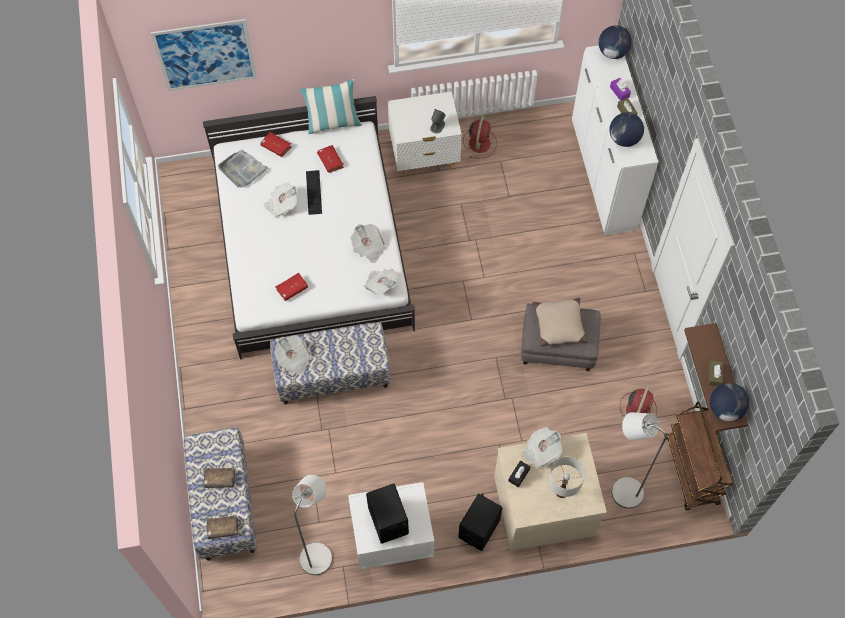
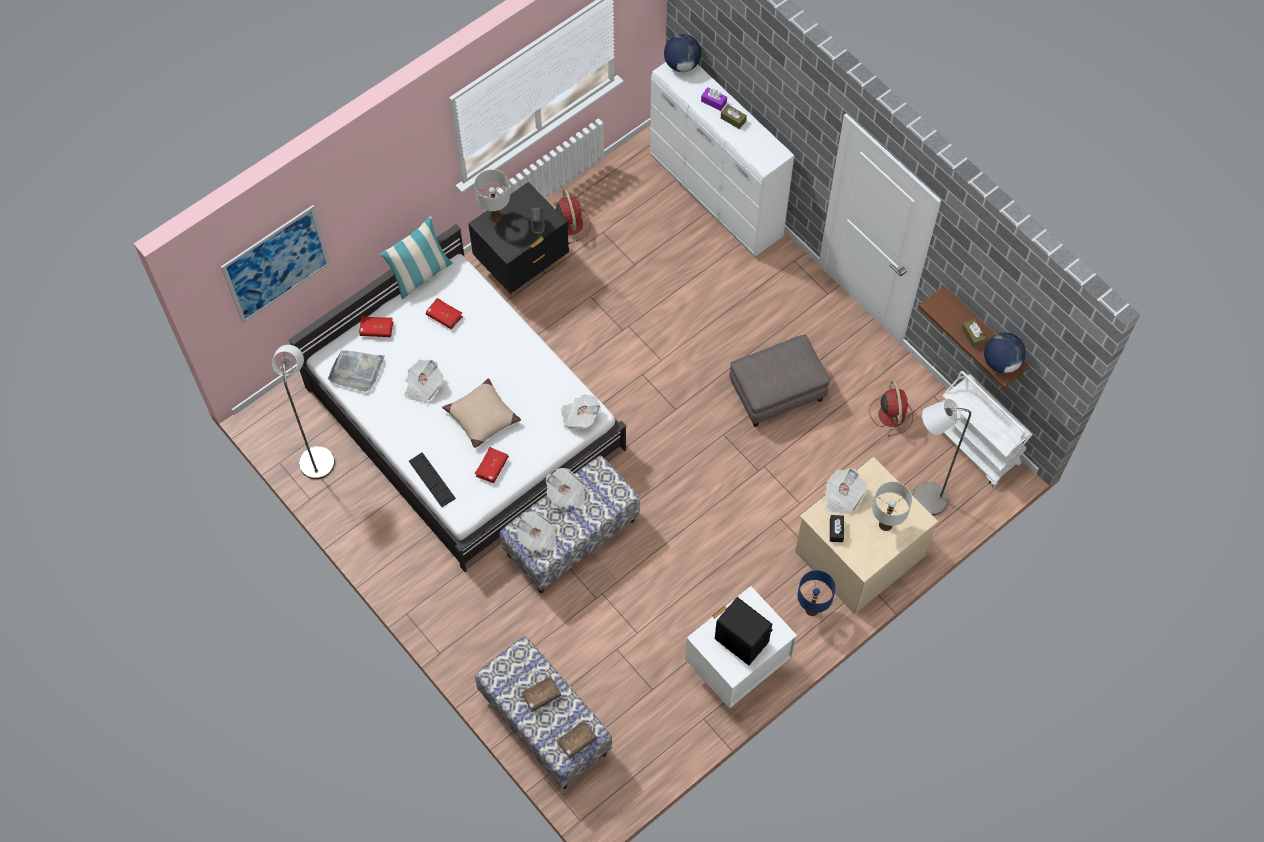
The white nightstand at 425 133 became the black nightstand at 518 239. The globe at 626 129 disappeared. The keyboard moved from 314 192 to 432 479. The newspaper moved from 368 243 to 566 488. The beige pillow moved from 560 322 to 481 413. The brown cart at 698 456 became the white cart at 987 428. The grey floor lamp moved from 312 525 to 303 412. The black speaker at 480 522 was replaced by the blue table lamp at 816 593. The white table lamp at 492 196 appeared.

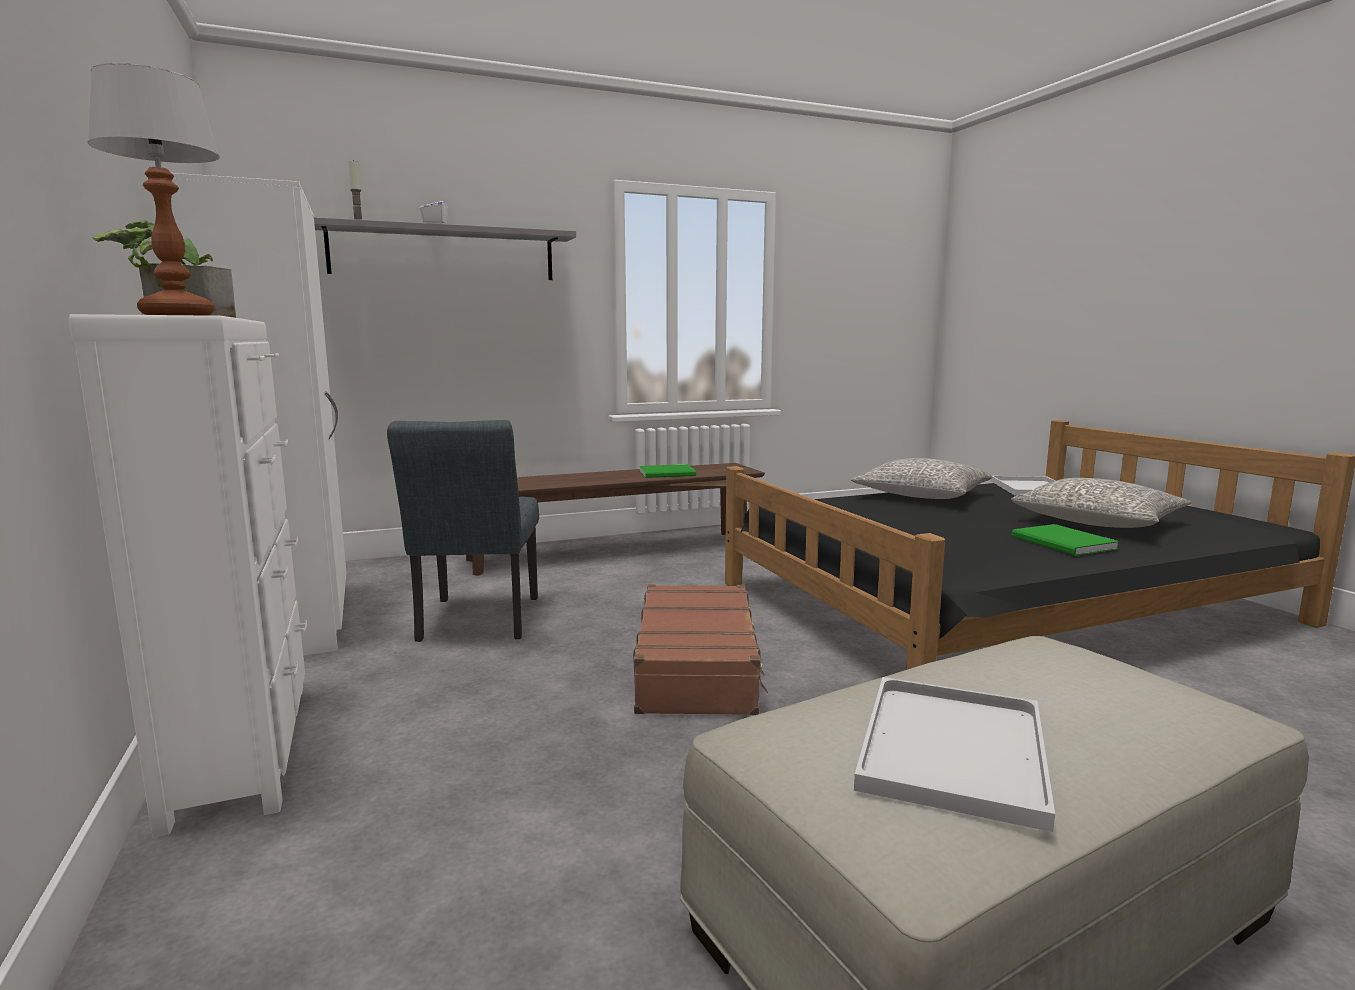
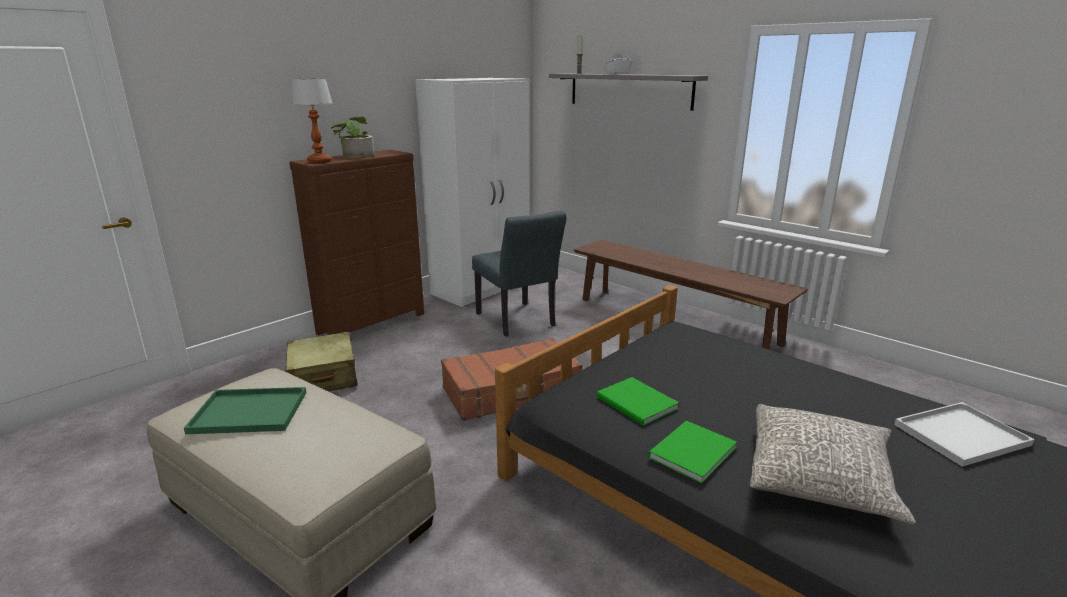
The white dresser at 188 576 became the brown dresser at 357 242. The grey chair at 463 531 turned 90 degrees counterclockwise. The grey pillow at 921 478 disappeared. The green book moved from 667 471 to 637 401. The white tray at 954 754 became the green tray at 245 410. The beige suitcase at 321 361 appeared.

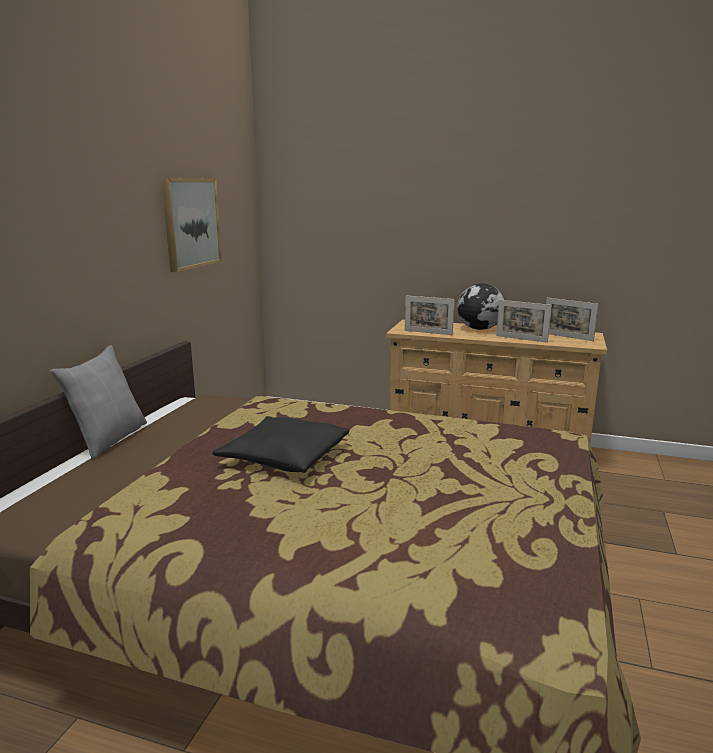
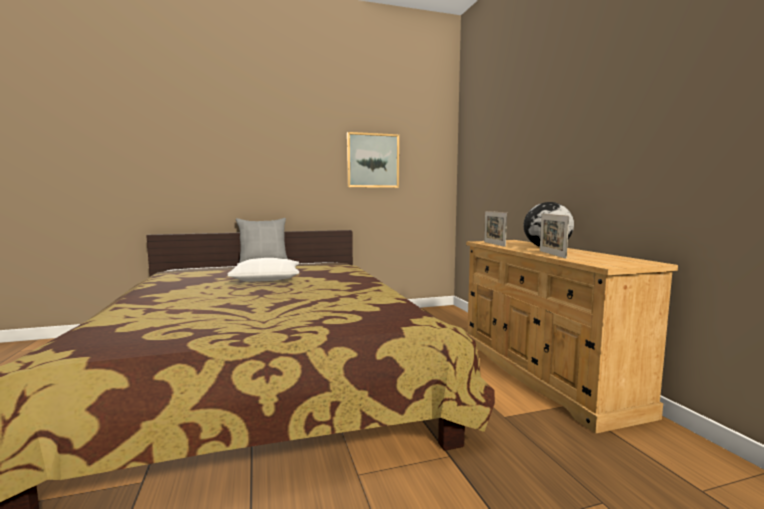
The picture frame at 572 319 disappeared. The black pillow at 281 444 became the white pillow at 263 270.

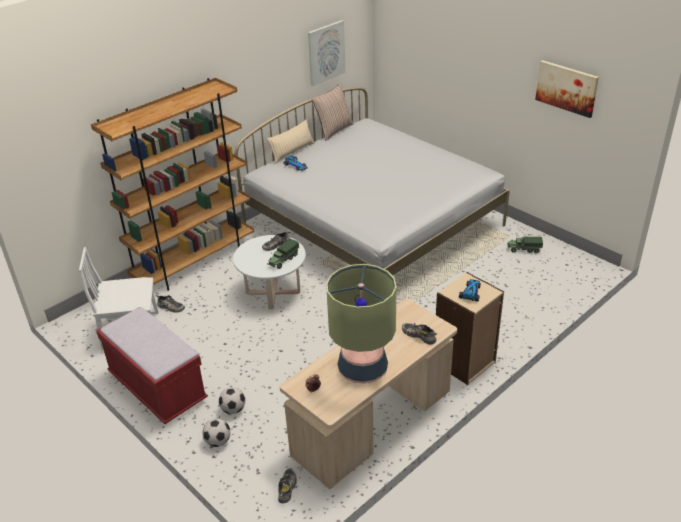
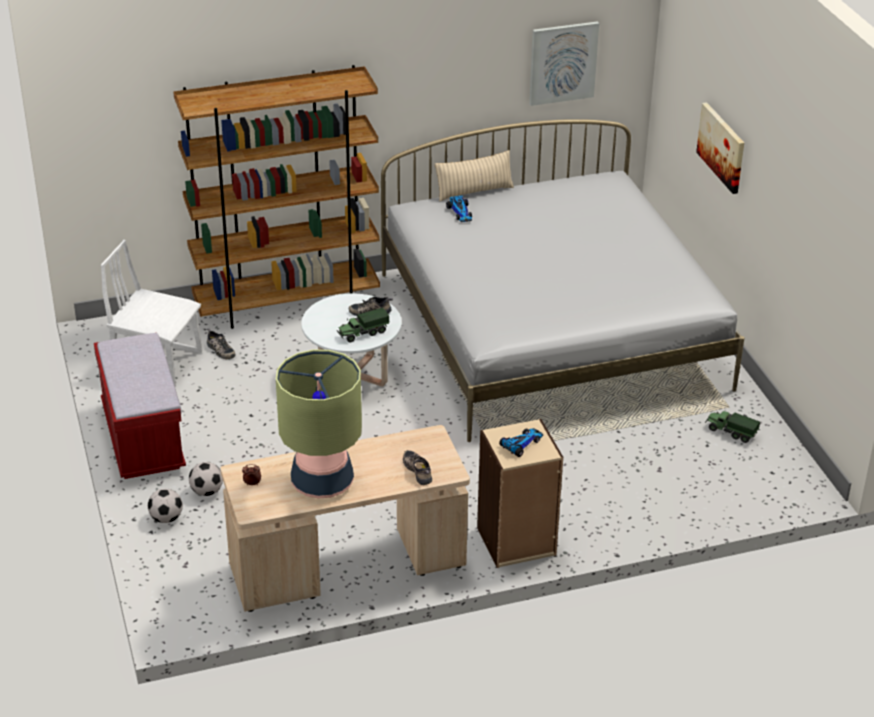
The picture moved from 567 89 to 720 148. The pillow at 332 112 disappeared. The shoe at 287 485 disappeared.

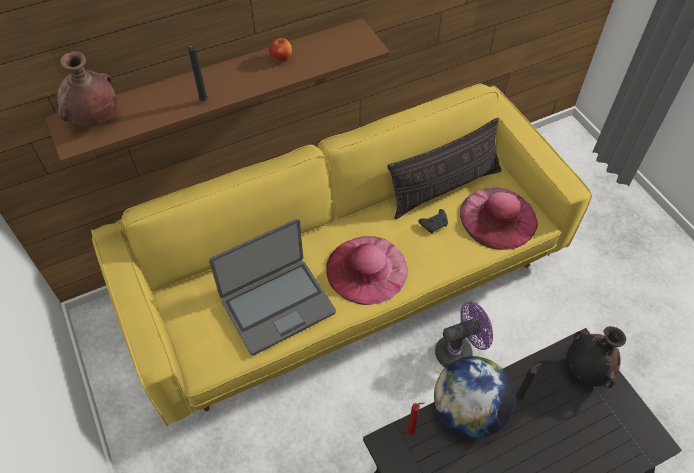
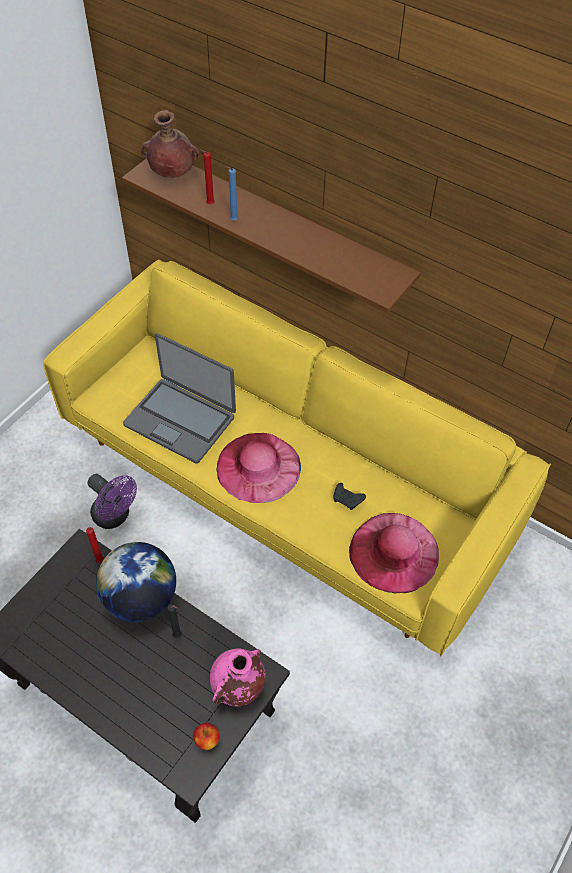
The apple moved from 280 50 to 206 736. The black candle at 198 73 became the blue candle at 231 193. The pillow at 444 168 disappeared. The purple fan moved from 464 334 to 112 501. The black vase at 596 357 became the pink vase at 238 678. The red candle at 207 176 appeared.

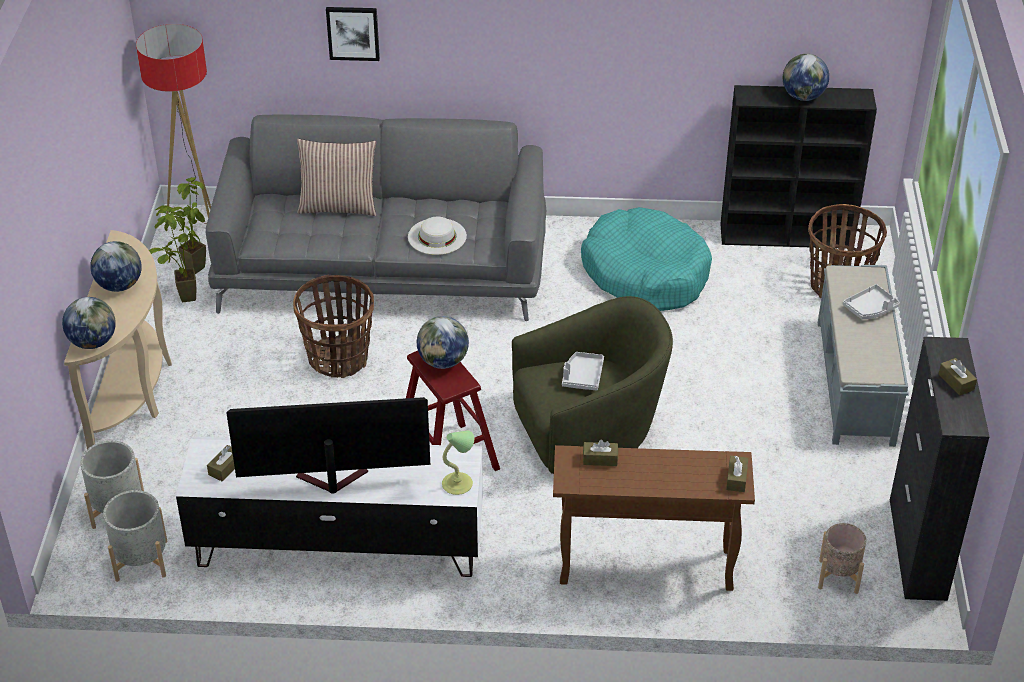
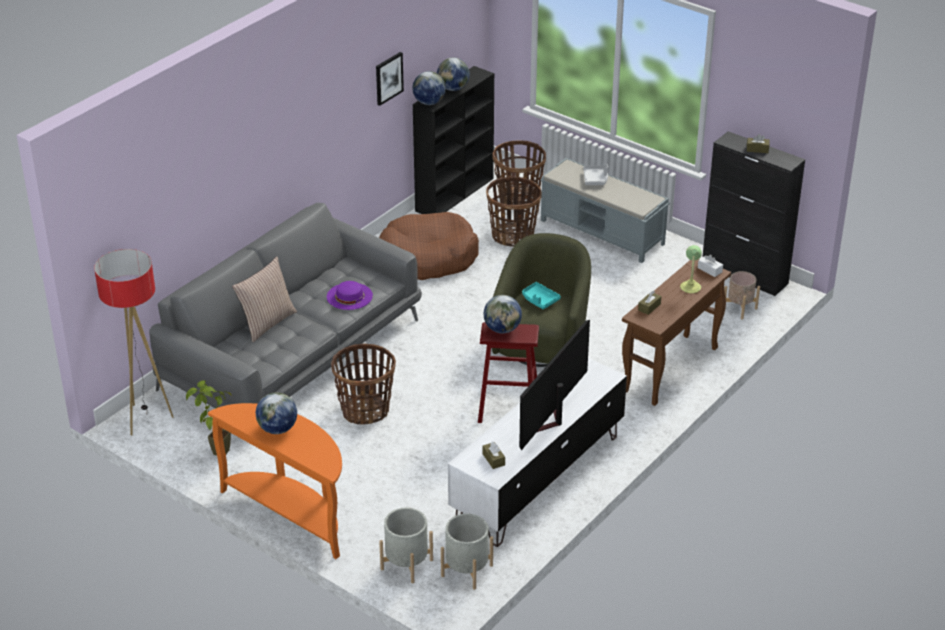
The picture moved from 353 34 to 390 79. The potted plant at 181 225 disappeared. The turquoise dog bed at 646 259 became the brown dog bed at 429 246. The white hat at 437 236 became the purple hat at 350 295. The beige console table at 118 339 became the orange console table at 275 481. The globe moved from 89 323 to 429 88. The grey tray at 583 371 became the turquoise tray at 541 295. The table lamp moved from 458 462 to 691 269. The brown tissue box at 737 474 became the white tissue box at 710 266. The basket at 514 212 appeared.

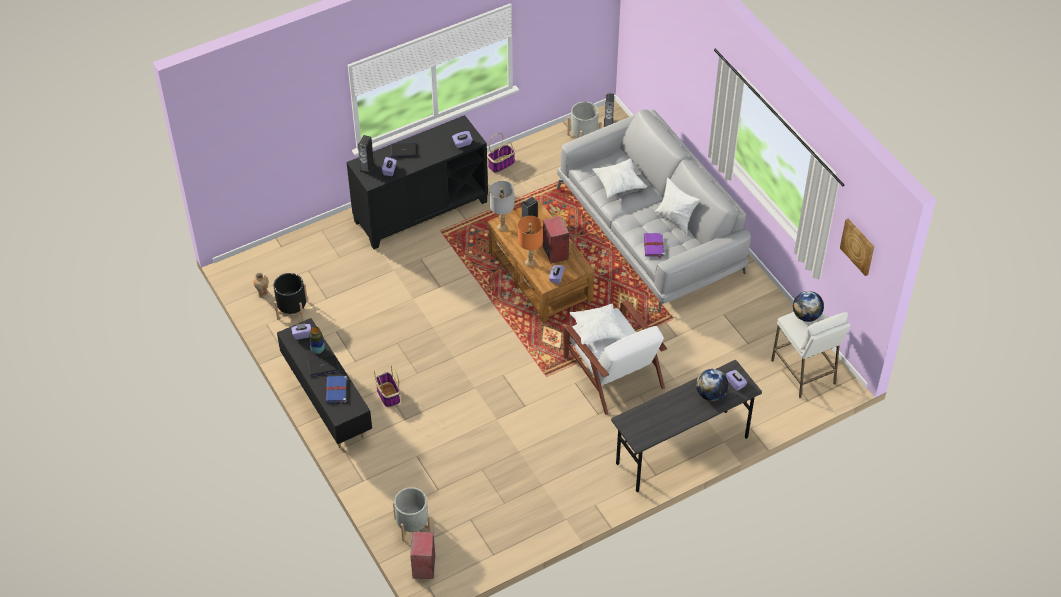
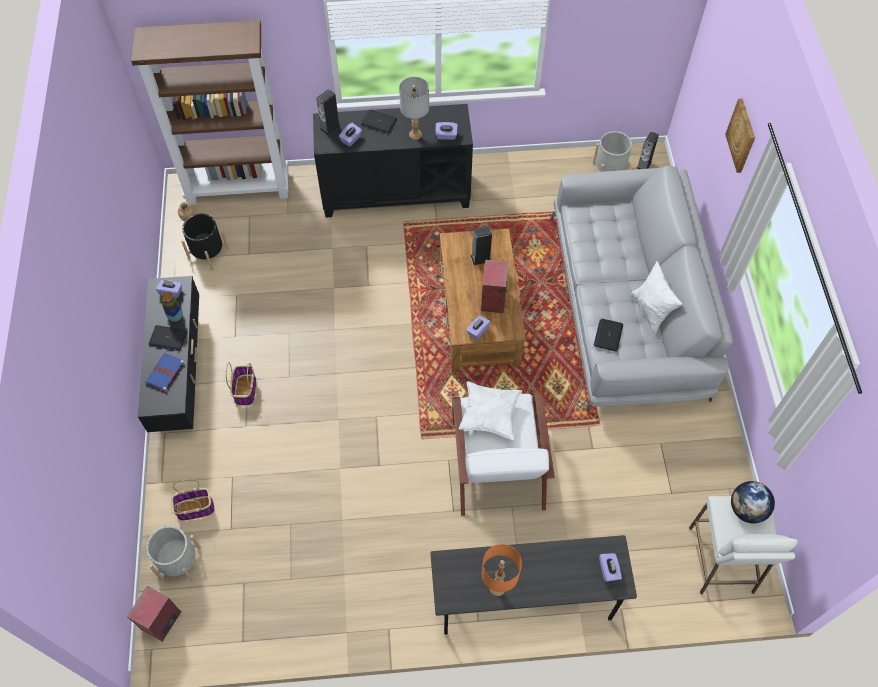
The basket moved from 501 153 to 193 500. The white pillow at 619 178 disappeared. The grey table lamp moved from 501 206 to 414 108. The orange table lamp moved from 530 241 to 501 570. The picture moved from 857 247 to 740 136. The purple book at 654 246 was replaced by the laptop at 608 335. The globe at 712 385 disappeared. The brown bookcase at 209 112 appeared.

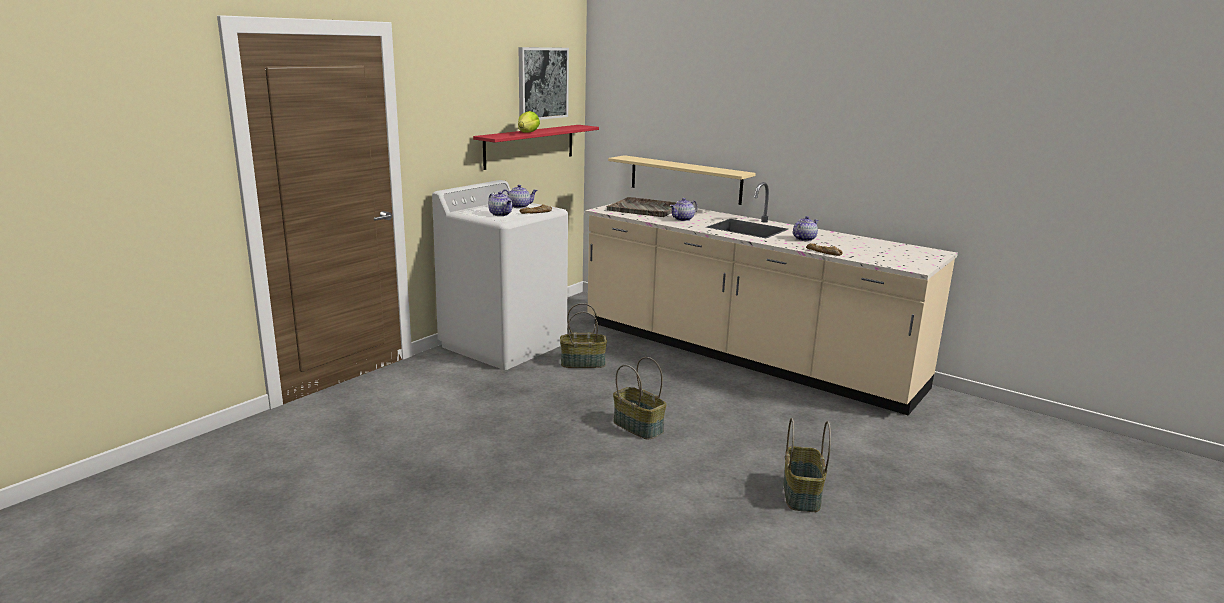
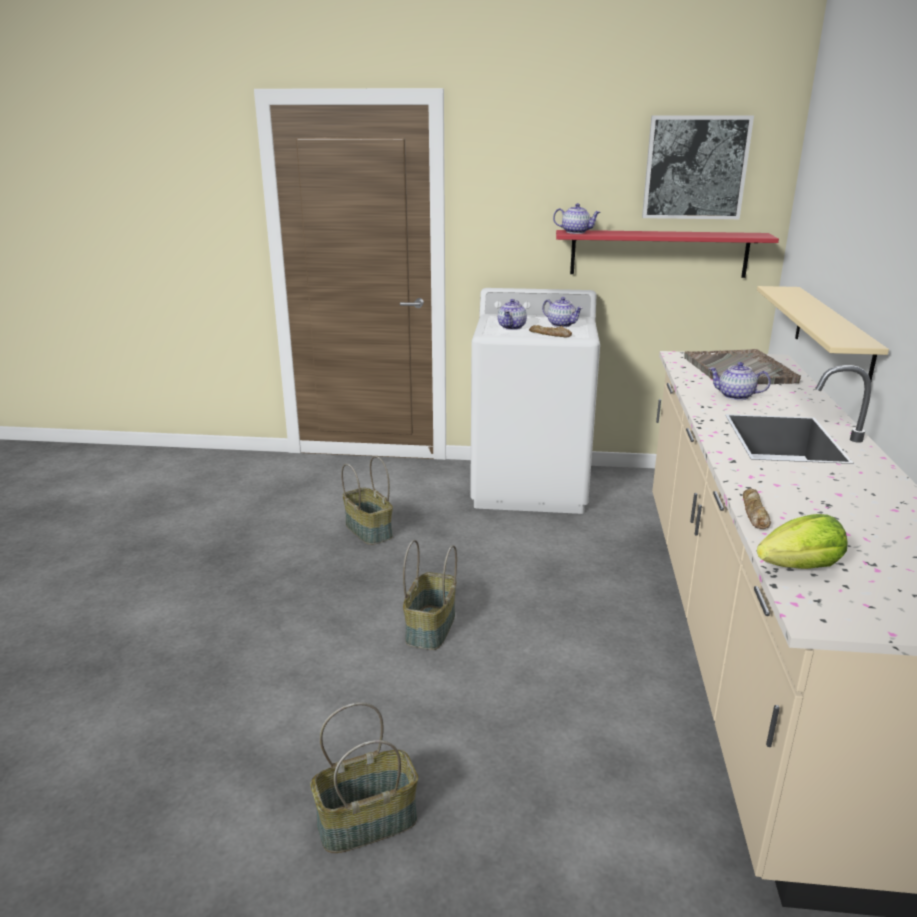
The lettuce moved from 529 122 to 802 541. The teapot moved from 805 228 to 577 218. The basket moved from 583 335 to 367 500.

